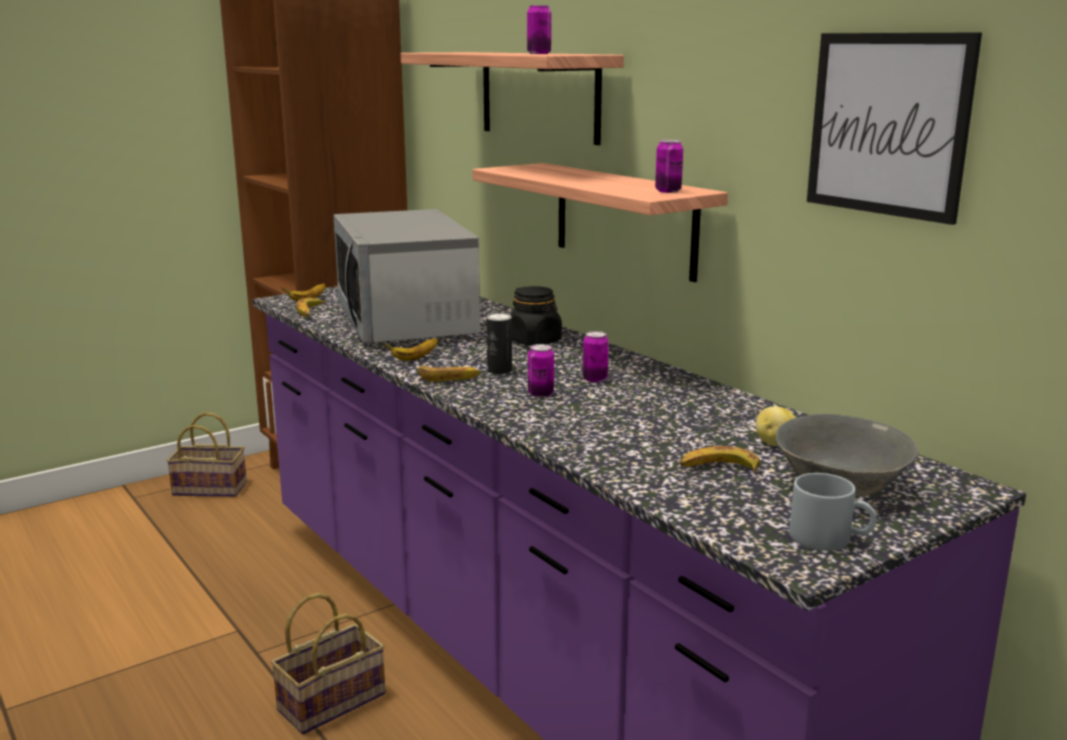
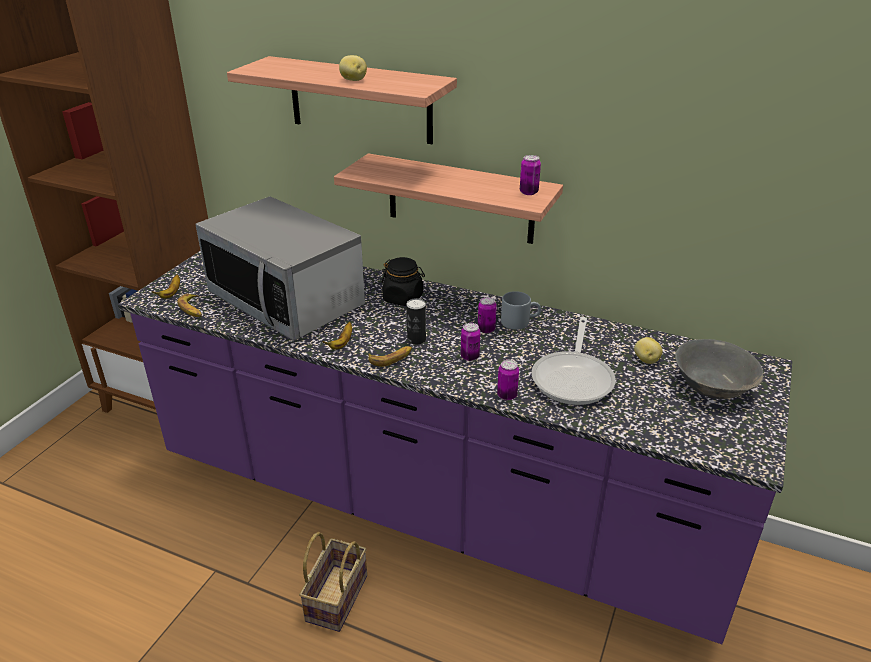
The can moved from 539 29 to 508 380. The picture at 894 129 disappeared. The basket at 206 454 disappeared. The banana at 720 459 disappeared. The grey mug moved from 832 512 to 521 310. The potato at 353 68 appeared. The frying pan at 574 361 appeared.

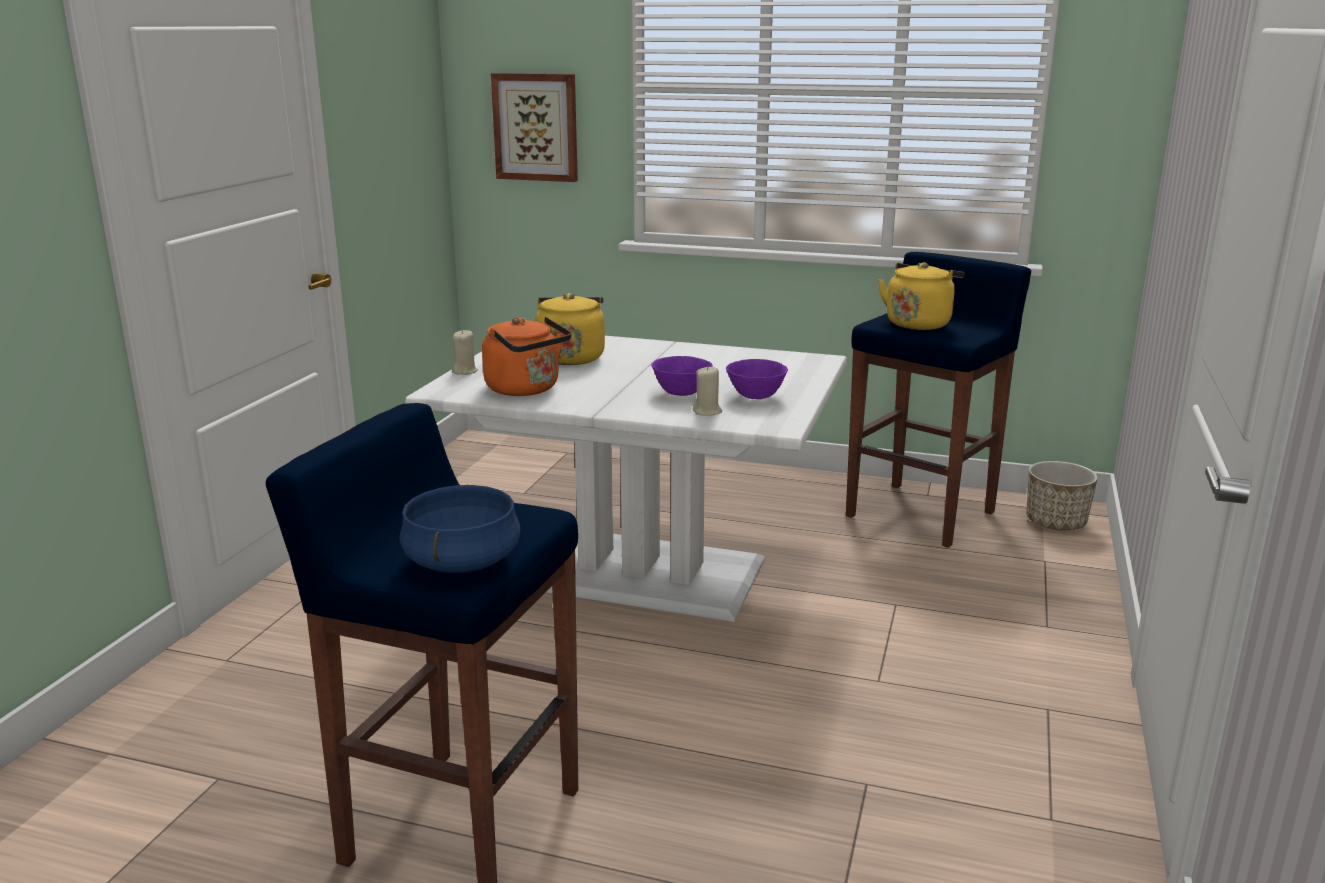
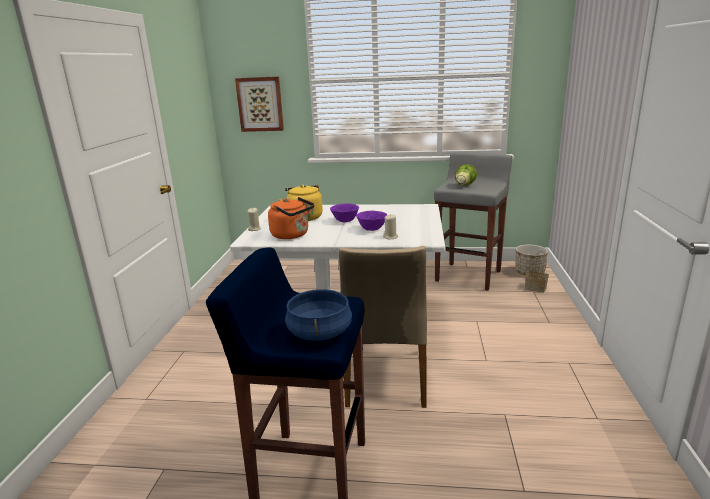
The blue stool at 938 400 became the grey stool at 473 221. The yellow kettle at 921 296 was replaced by the lettuce at 466 174. The purple bowl moved from 757 379 to 344 212. The beige chair at 383 327 appeared. The basket at 537 272 appeared.

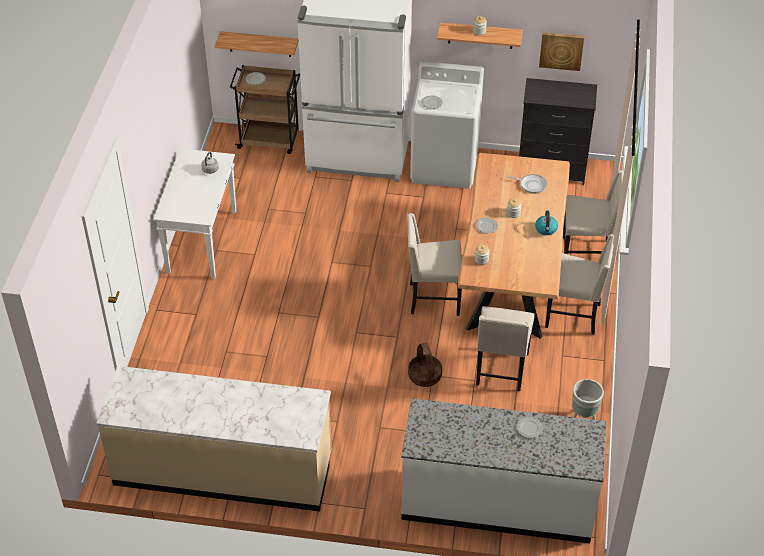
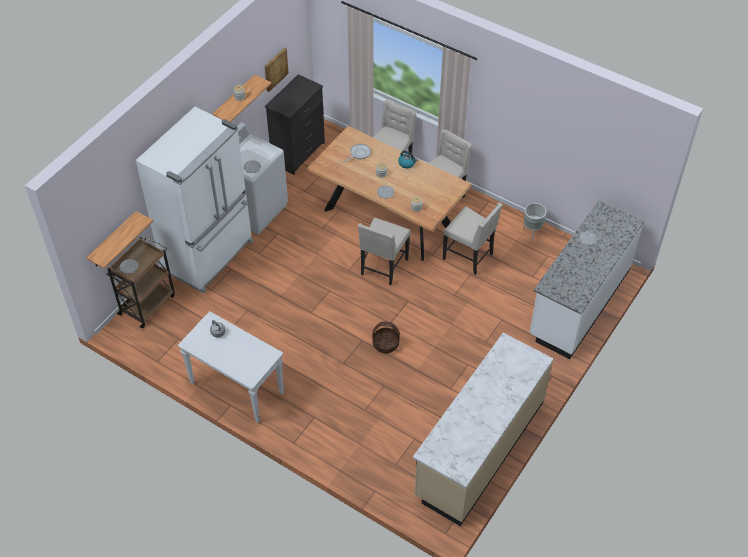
The basket moved from 425 365 to 386 337.

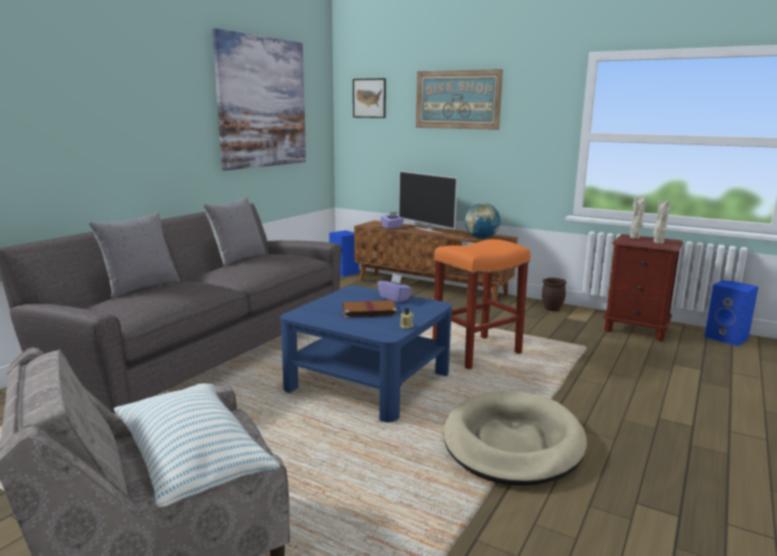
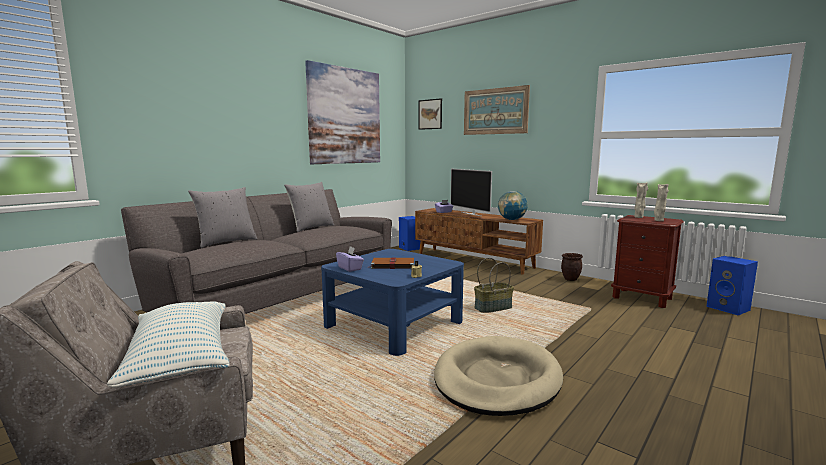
The orange stool at 481 304 was replaced by the basket at 494 285. The purple tissue box moved from 394 288 to 350 259.

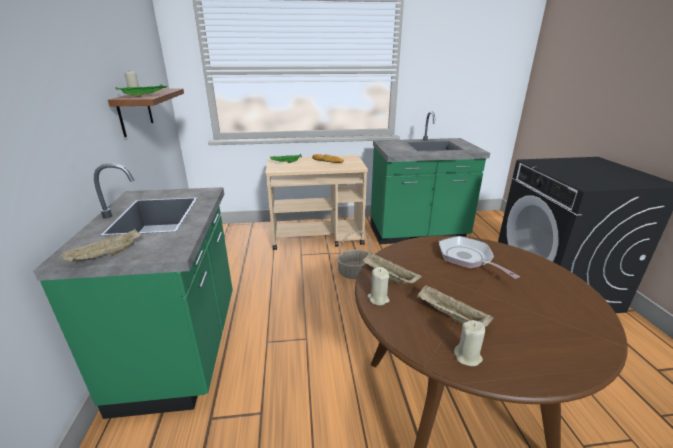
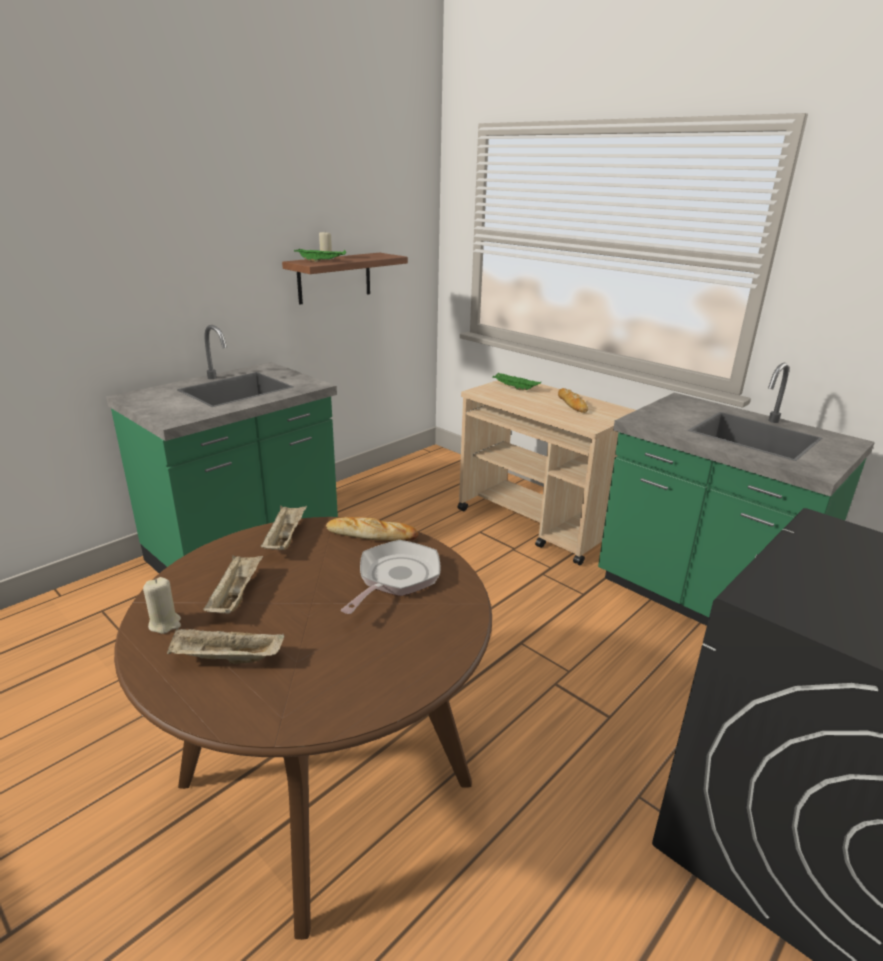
The beige tray moved from 100 245 to 225 646. The basket at 354 255 disappeared. The beige candle at 378 286 disappeared. The bread at 372 529 appeared.

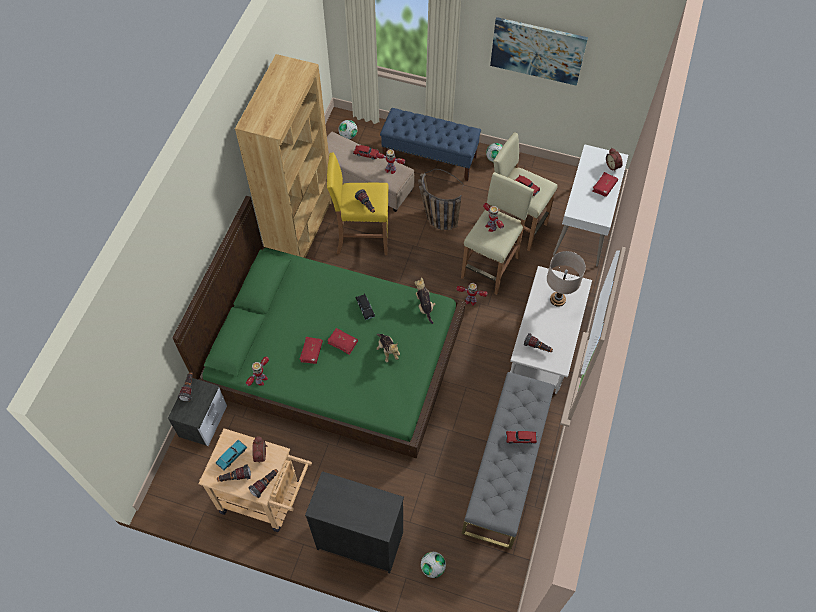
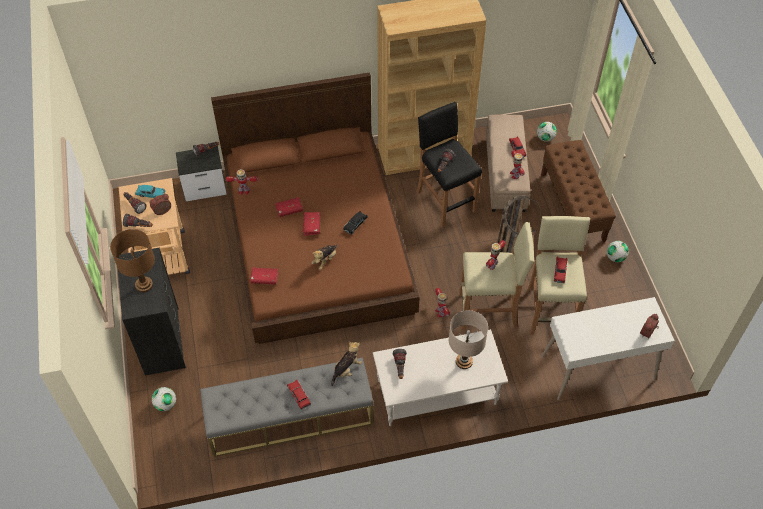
The picture at 539 51 disappeared. The blue bench at 430 144 became the brown bench at 578 191. The yellow stool at 357 203 became the black stool at 449 165. The red book moved from 605 184 to 264 276. The green bed at 319 327 became the brown bed at 315 208. The plush toy moved from 425 300 to 346 364. The brown table lamp at 132 261 appeared.

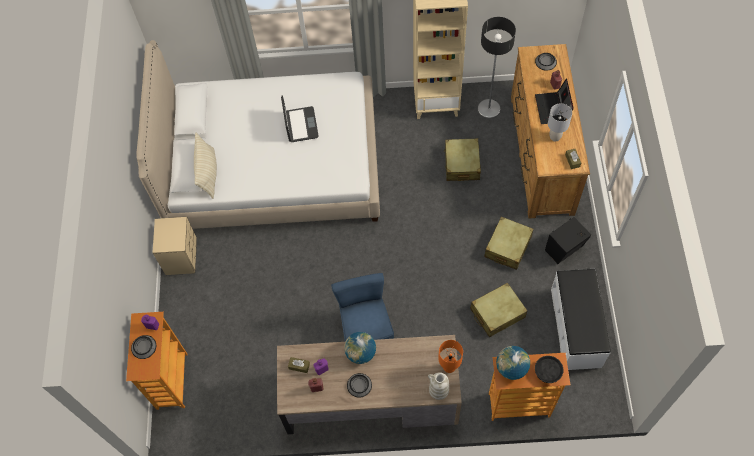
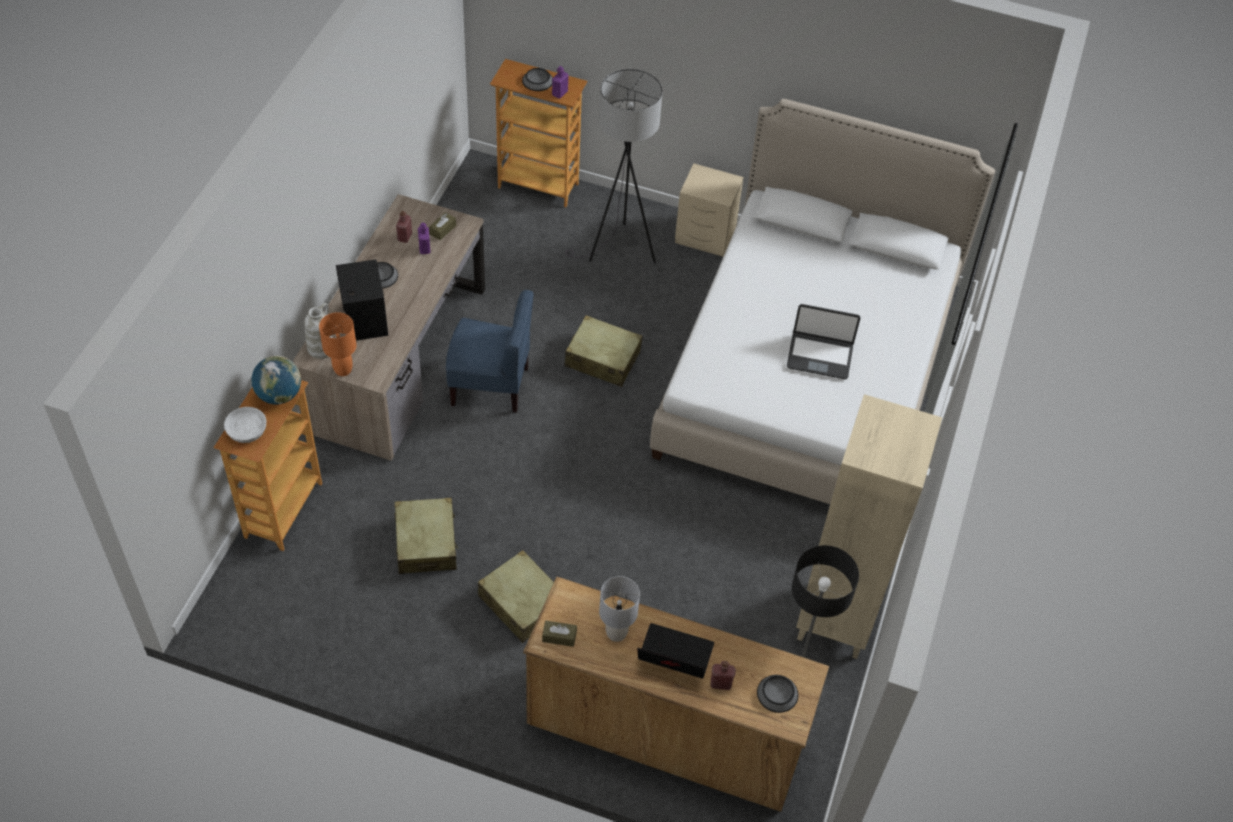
The beige pillow at 205 166 disappeared. The beige suitcase moved from 462 159 to 604 351. The black speaker moved from 568 240 to 362 299. The white bench at 581 319 disappeared. The globe at 360 348 disappeared. The black bowl at 549 369 became the white bowl at 245 425. The grey floor lamp at 614 166 appeared.

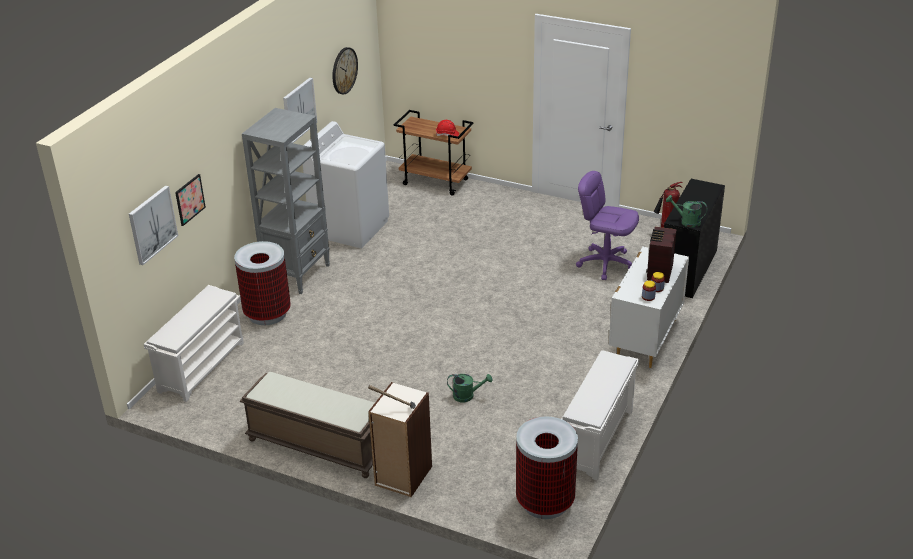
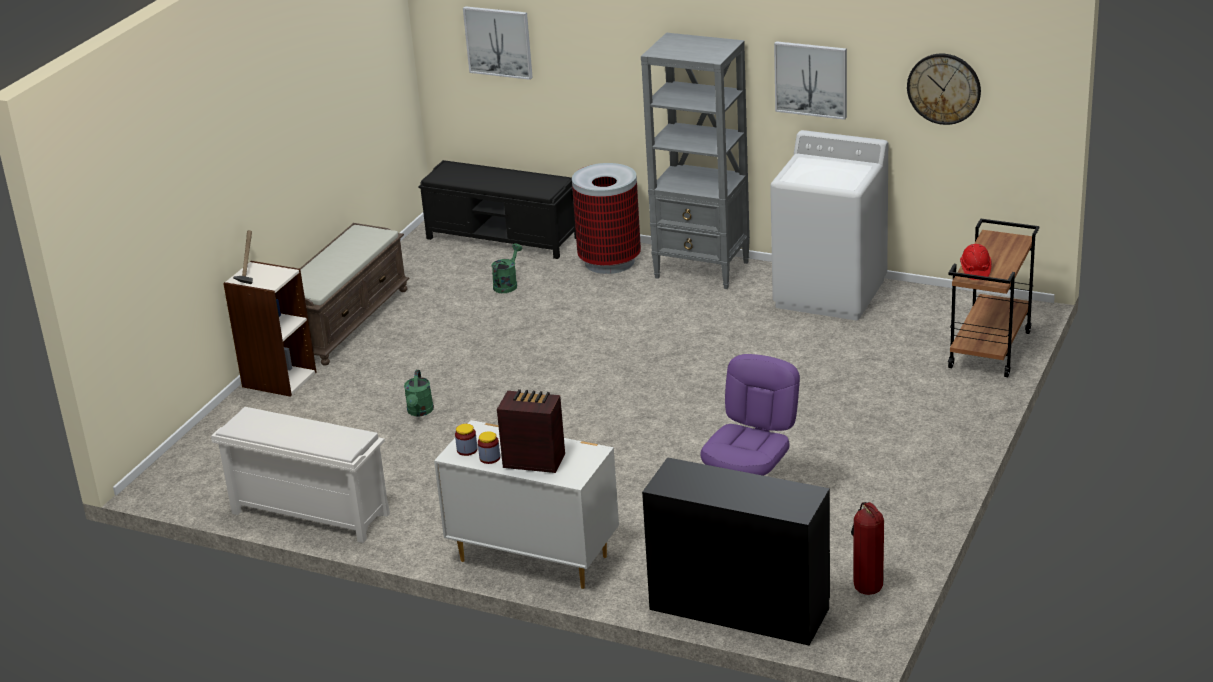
The picture at 190 200 disappeared. The green watering can moved from 686 211 to 507 268. The white shoe rack at 194 343 was replaced by the black bench at 497 209. The trash can at 547 467 disappeared.

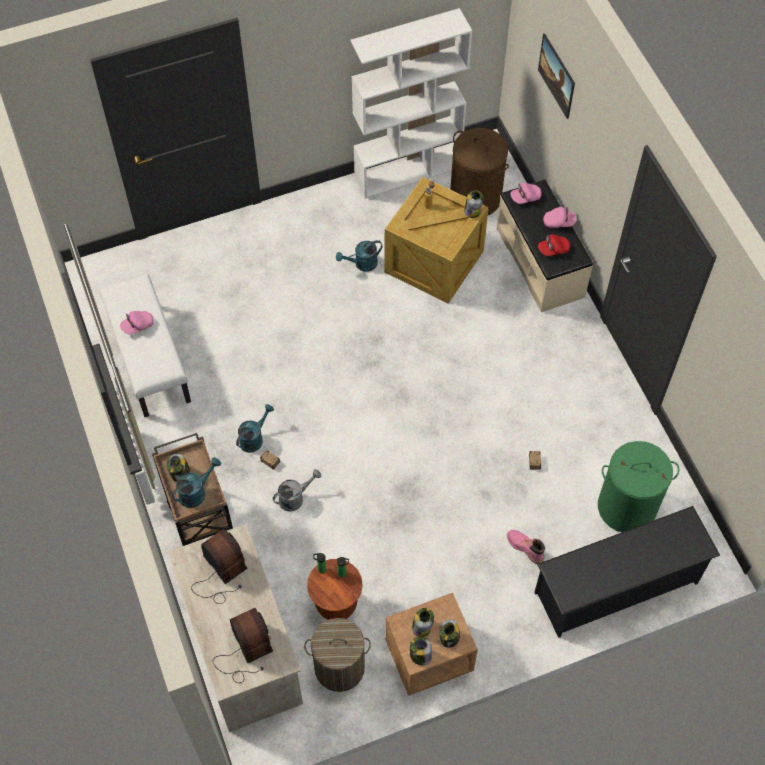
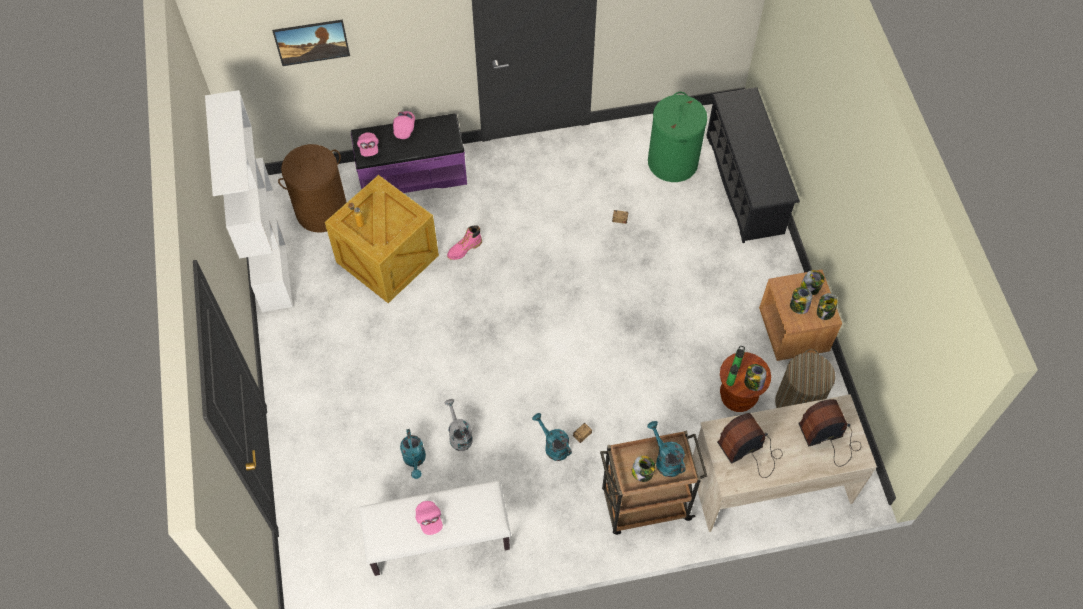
The beige bench at 545 245 became the purple bench at 409 153. The jar moved from 474 204 to 755 377. The red cap at 554 245 disappeared. The turquoise watering can moved from 359 256 to 413 454. The grey watering can moved from 297 490 to 459 425. The pink boot moved from 526 547 to 464 242.

